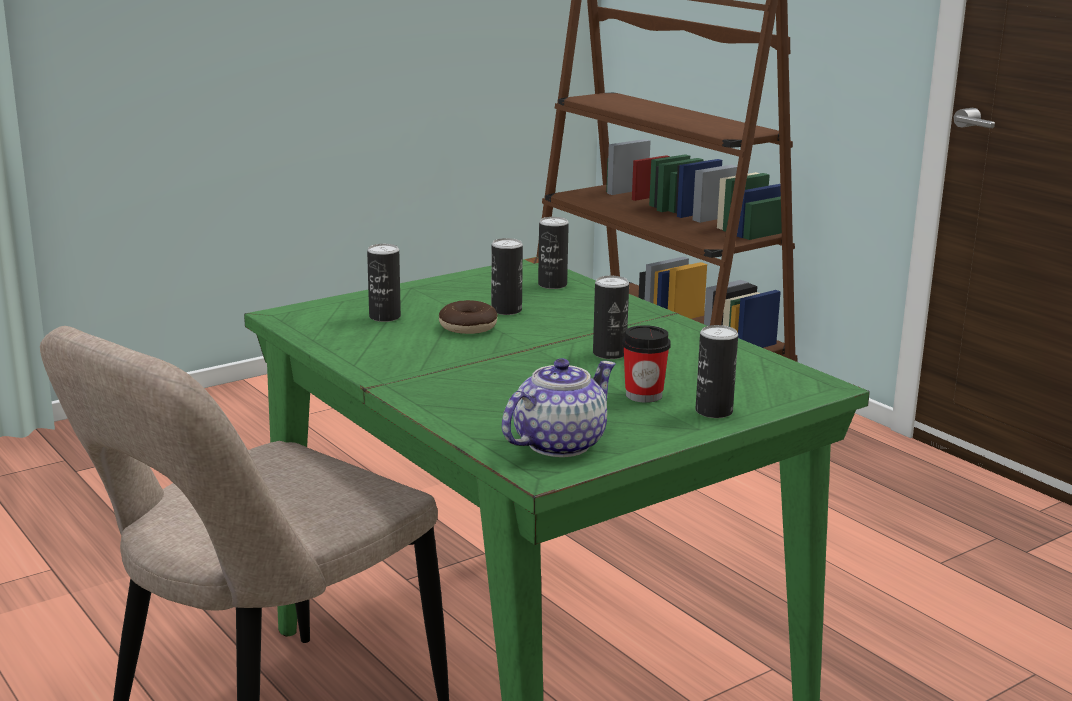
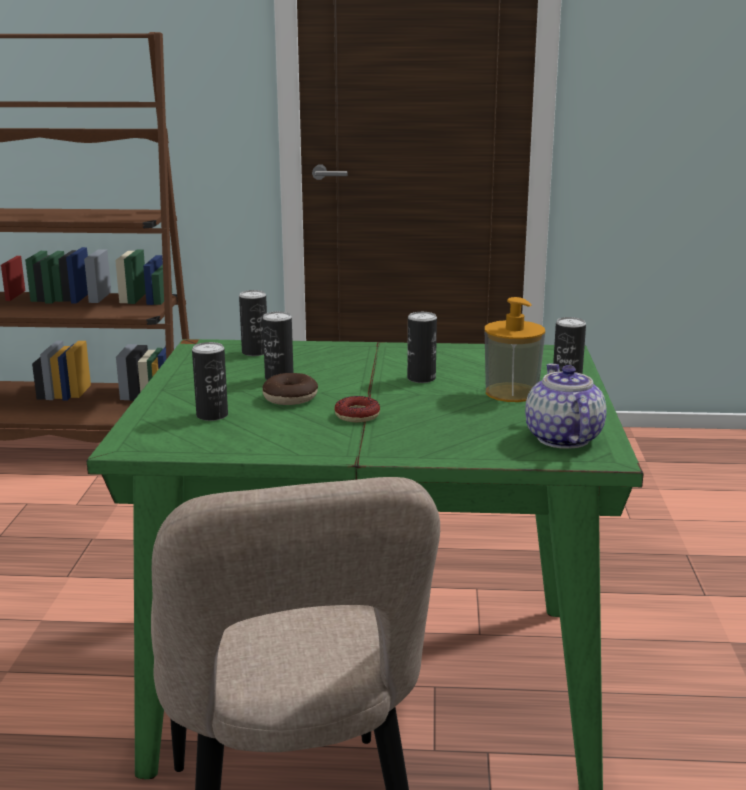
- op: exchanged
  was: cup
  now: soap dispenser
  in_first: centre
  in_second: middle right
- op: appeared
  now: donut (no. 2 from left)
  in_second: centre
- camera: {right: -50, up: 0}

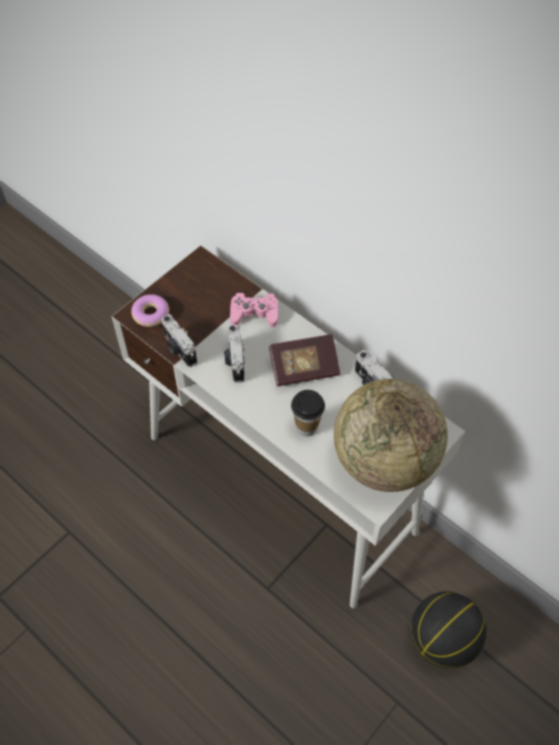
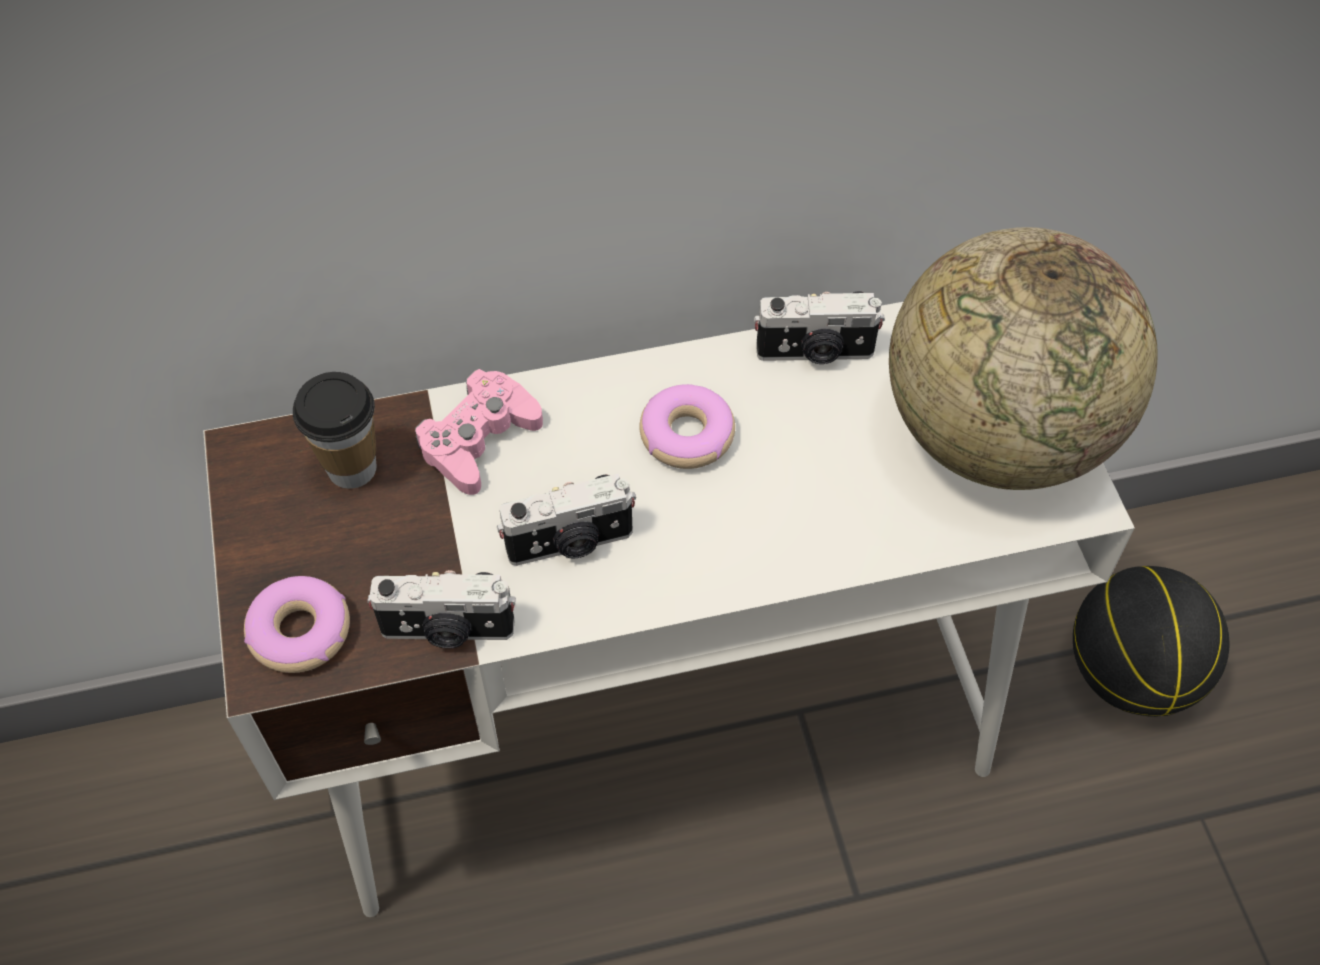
- op: spun
  was: photo camera (no. 2 from left)
  in_first: centre
  in_second: centre
  clockwise: -45
- op: exchanged
  was: book
  now: donut (no. 2 from left)
  in_first: centre
  in_second: centre
- op: relocated
  was: cup
  in_first: centre
  in_second: middle left
- camera: {right: -55, up: 0}

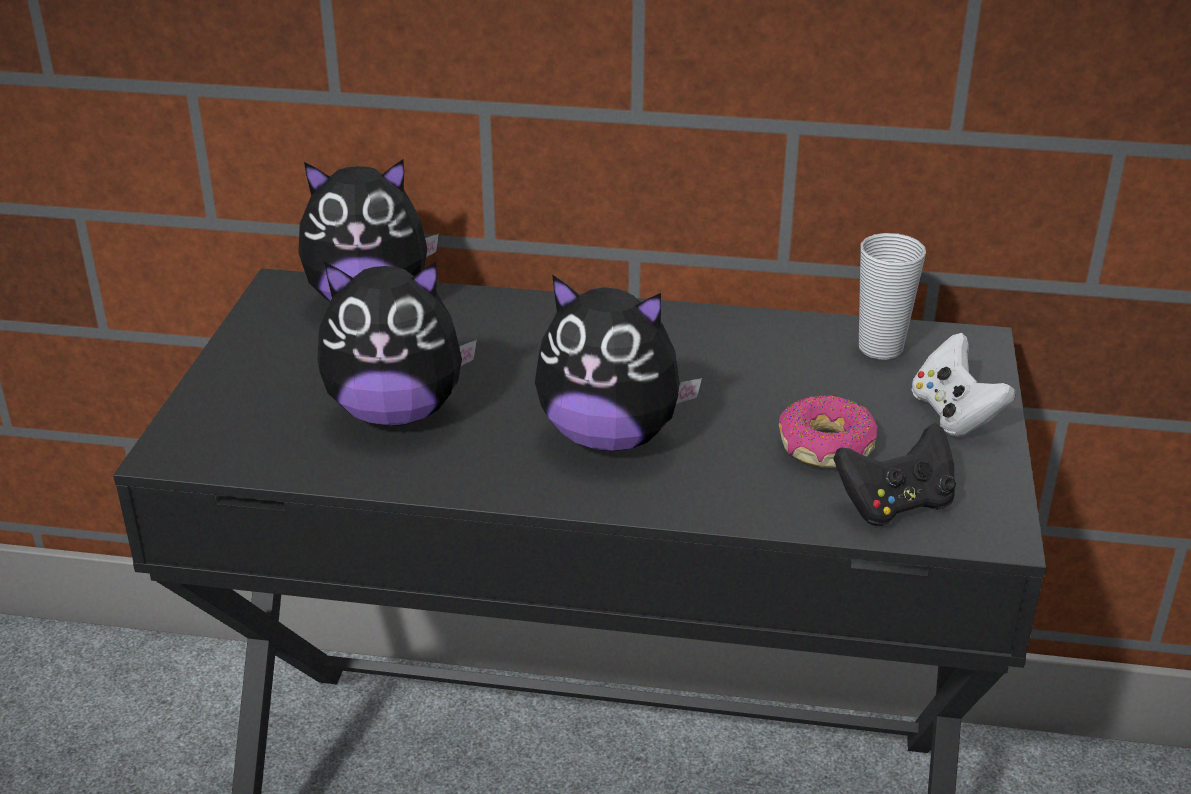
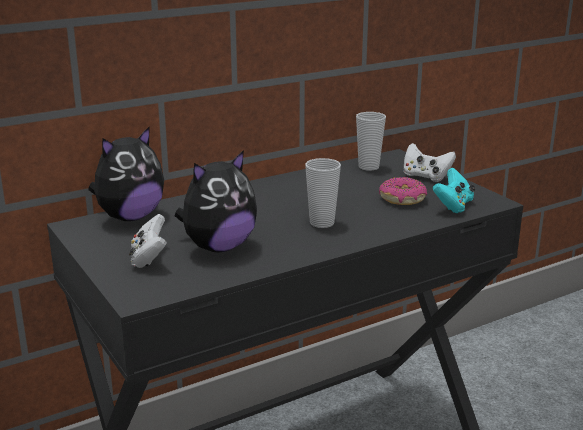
- op: exchanged
  was: plush toy (no. 3 from left)
  now: cup (no. 1 from left)
  in_first: centre
  in_second: centre
- op: colour
  was: game controller in black
  now: game controller in turquoise
  in_first: middle right
  in_second: middle right
- op: appeared
  now: game controller in white (no. 1 from left)
  in_second: middle left
- camera: {right: -40, up: -10}

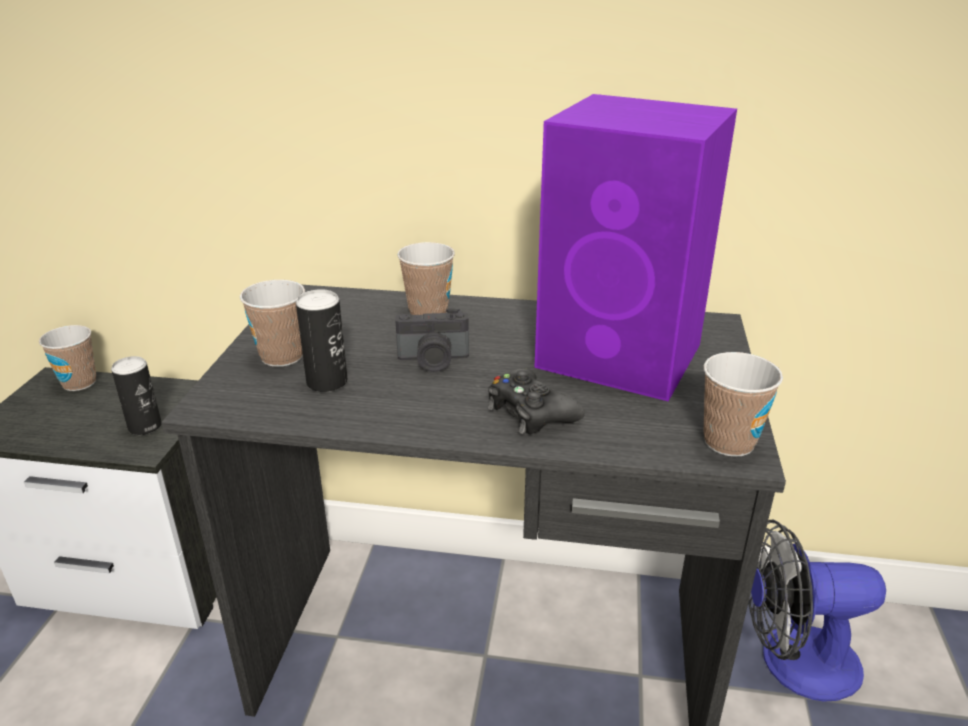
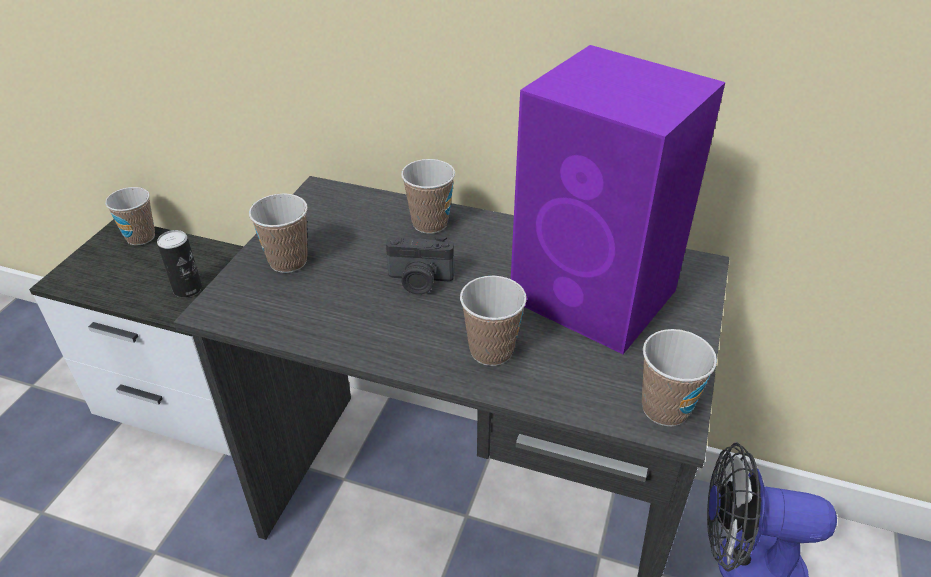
- op: missing
  was: can (no. 2 from left)
  in_first: middle left
- op: exchanged
  was: game controller in black
  now: cup (no. 4 from left)
  in_first: centre
  in_second: centre
- camera: {right: 10, up: 10}

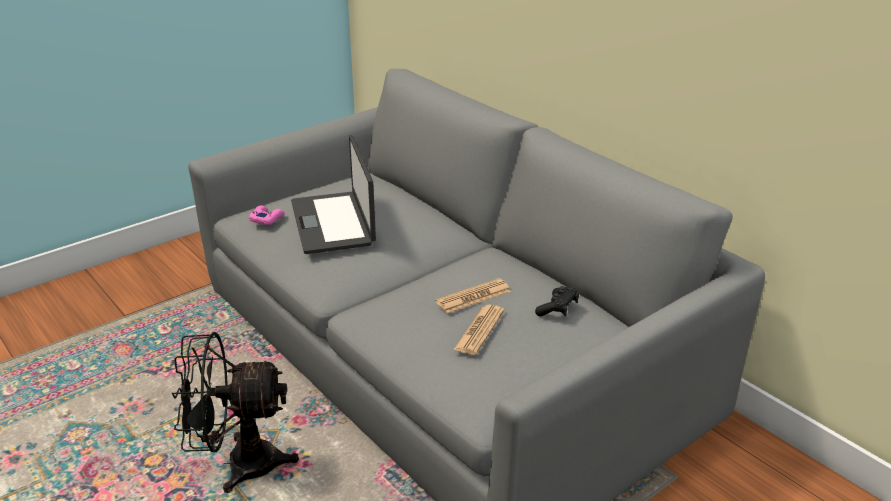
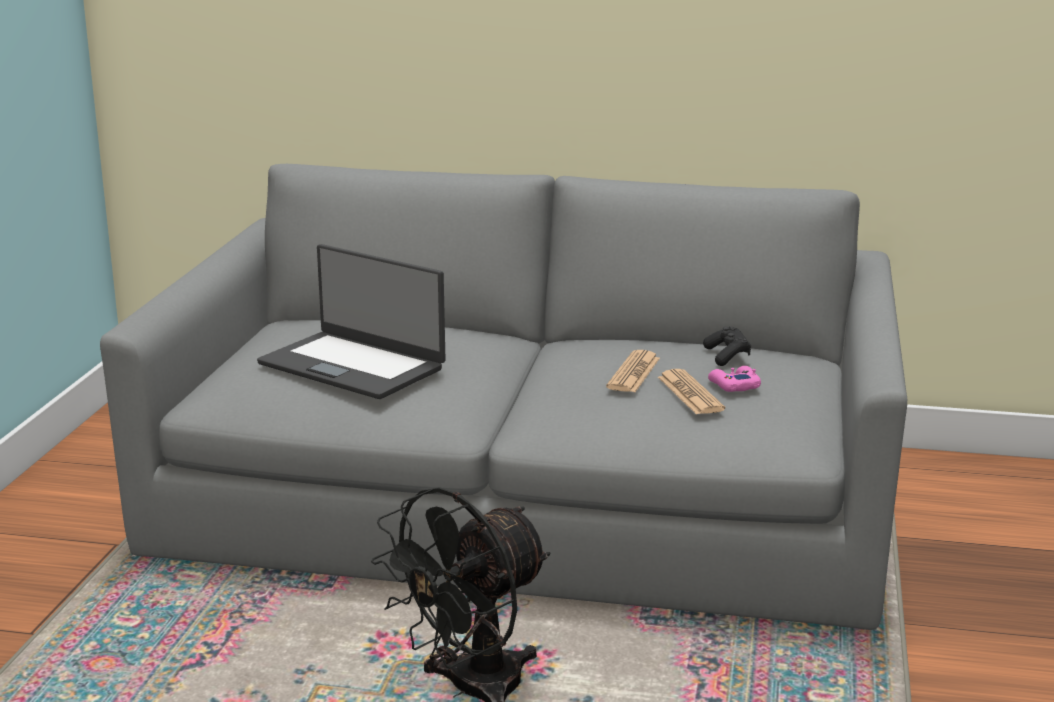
- op: relocated
  was: game controller in pink
  in_first: middle left
  in_second: middle right
- camera: {right: -40, up: -10}

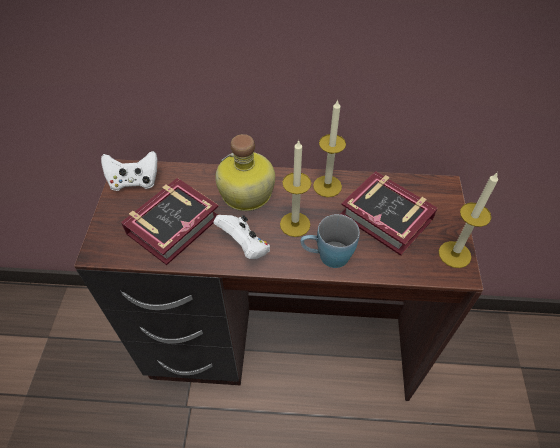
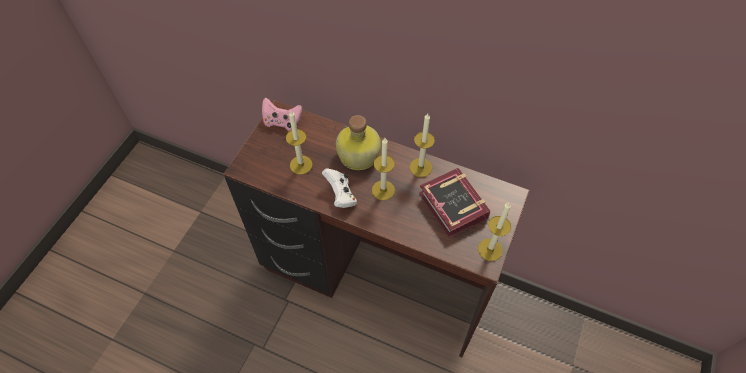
- op: colour
  was: game controller in white (no. 1 from left)
  now: game controller in pink
  in_first: middle left
  in_second: top centre
- op: exchanged
  was: book (no. 1 from left)
  now: candle (no. 1 from left)
  in_first: middle left
  in_second: centre
- op: missing
  was: mug in blue
  in_first: centre
- camera: {right: 20, up: 5}

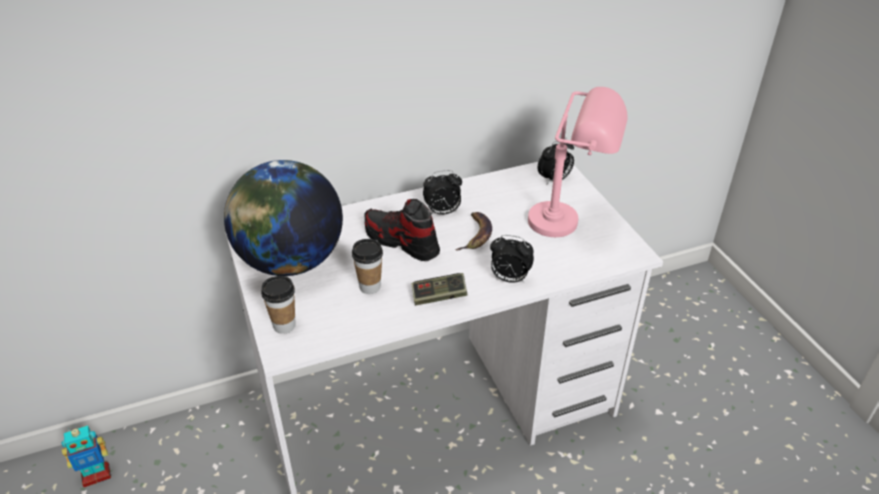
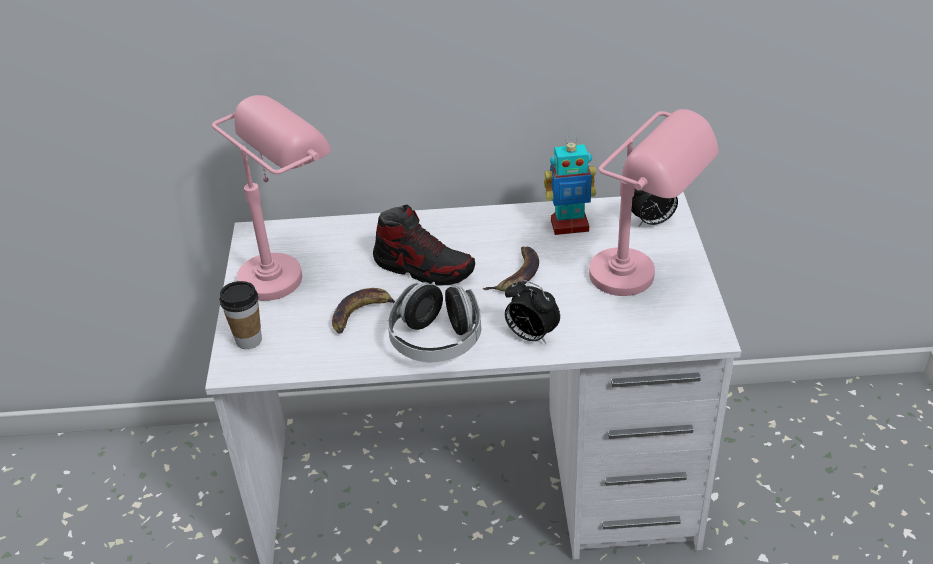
- op: relocated
  was: toy robot
  in_first: bottom left
  in_second: top centre
- op: exchanged
  was: globe
  now: table lamp in pink (no. 1 from left)
  in_first: middle left
  in_second: middle left
- op: exchanged
  was: cup (no. 2 from left)
  now: banana (no. 1 from left)
  in_first: centre
  in_second: centre
- op: spun
  was: shoe
  in_first: centre
  in_second: centre
  clockwise: 150
- op: exchanged
  was: game controller
  now: headphones
  in_first: centre
  in_second: centre
- op: missing
  was: alarm clock (no. 1 from left)
  in_first: centre
- camera: {right: 20, up: 0}

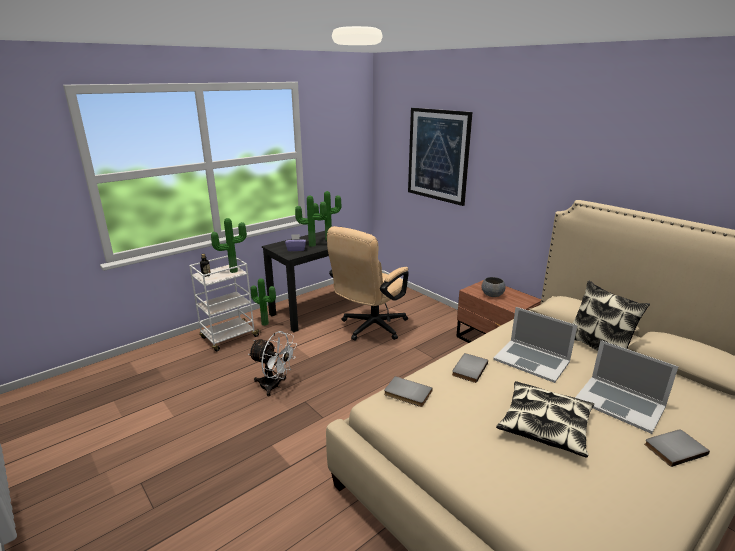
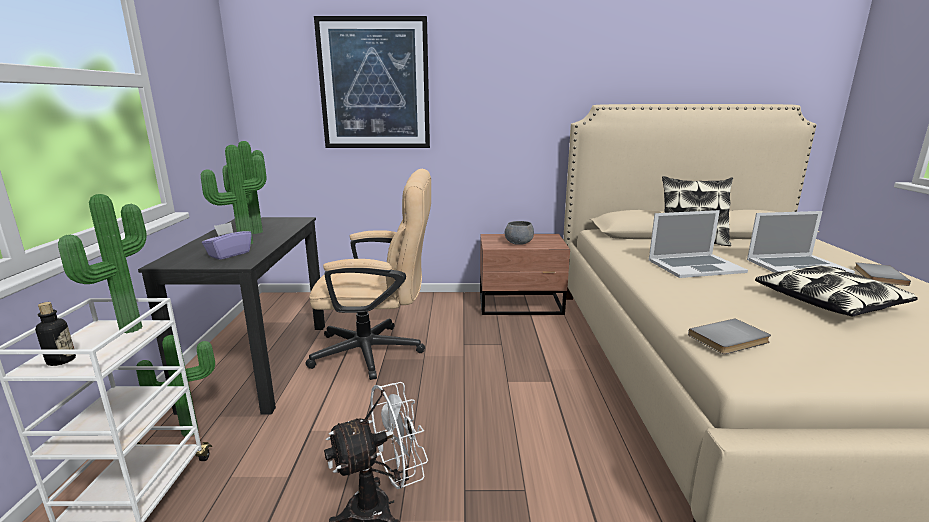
- op: spun
  was: office chair in beige
  in_first: centre
  in_second: centre
  clockwise: -75
- op: missing
  was: book in grey (no. 2 from left)
  in_first: bottom centre
- camera: {right: -50, up: -5}

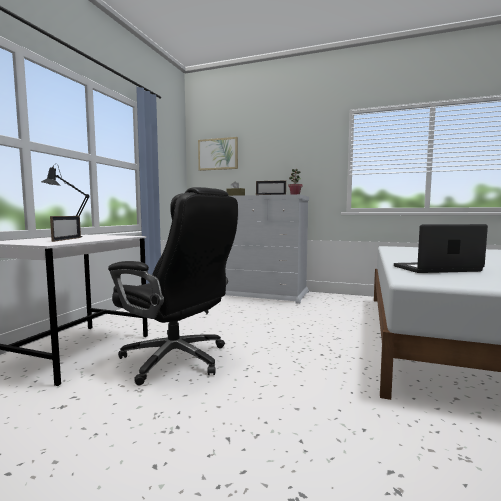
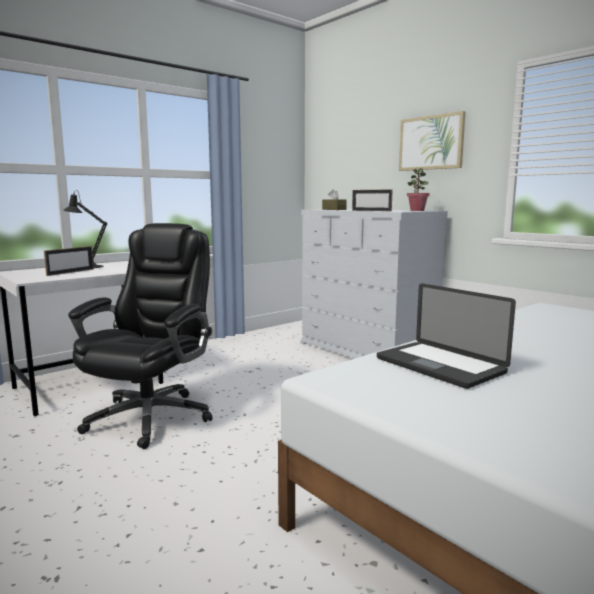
- op: spun
  was: office chair in black
  in_first: centre
  in_second: middle left
  clockwise: -135
- op: relocated
  was: picture
  in_first: top centre
  in_second: top right
- op: spun
  was: laptop
  in_first: middle right
  in_second: middle right
  clockwise: -150
- camera: {right: 30, up: 5}

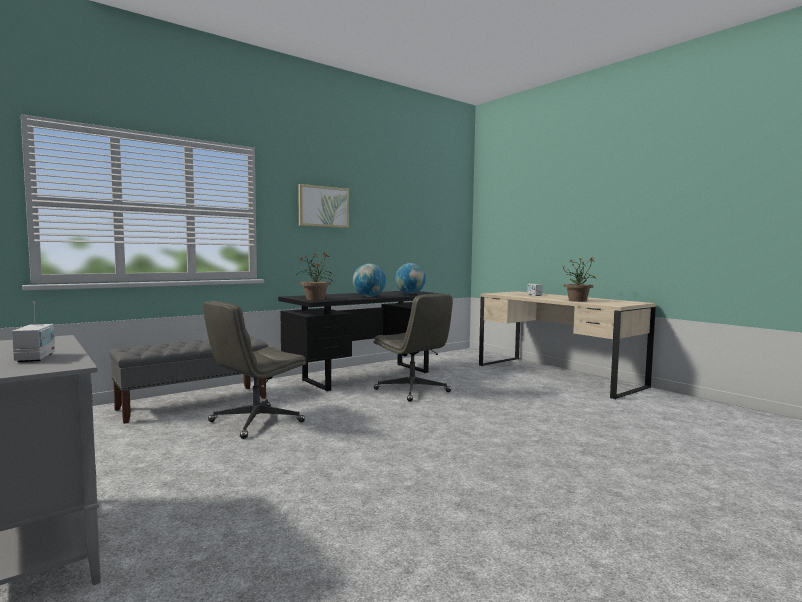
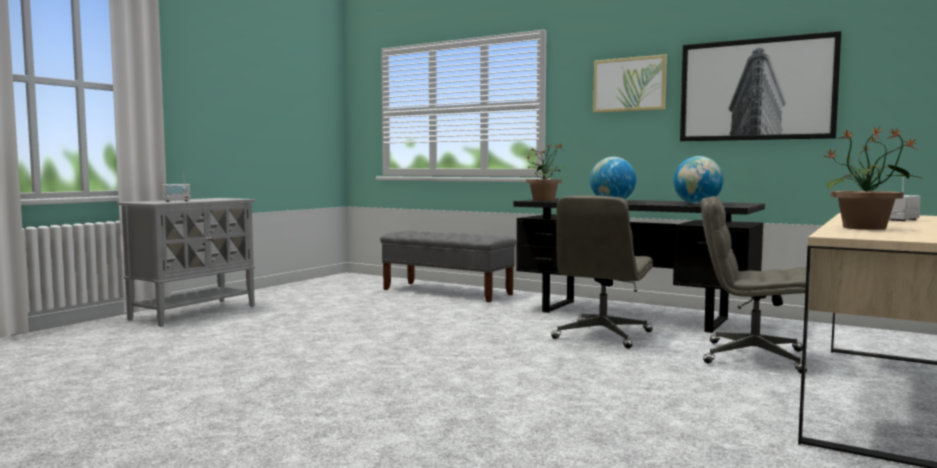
- op: relocated
  was: office chair in grey (no. 1 from left in the first image)
  now: office chair in grey (no. 2 from left)
  in_first: middle left
  in_second: middle right
- op: appeared
  now: picture (no. 2 from left)
  in_second: top right
- camera: {right: 70, up: 0}

